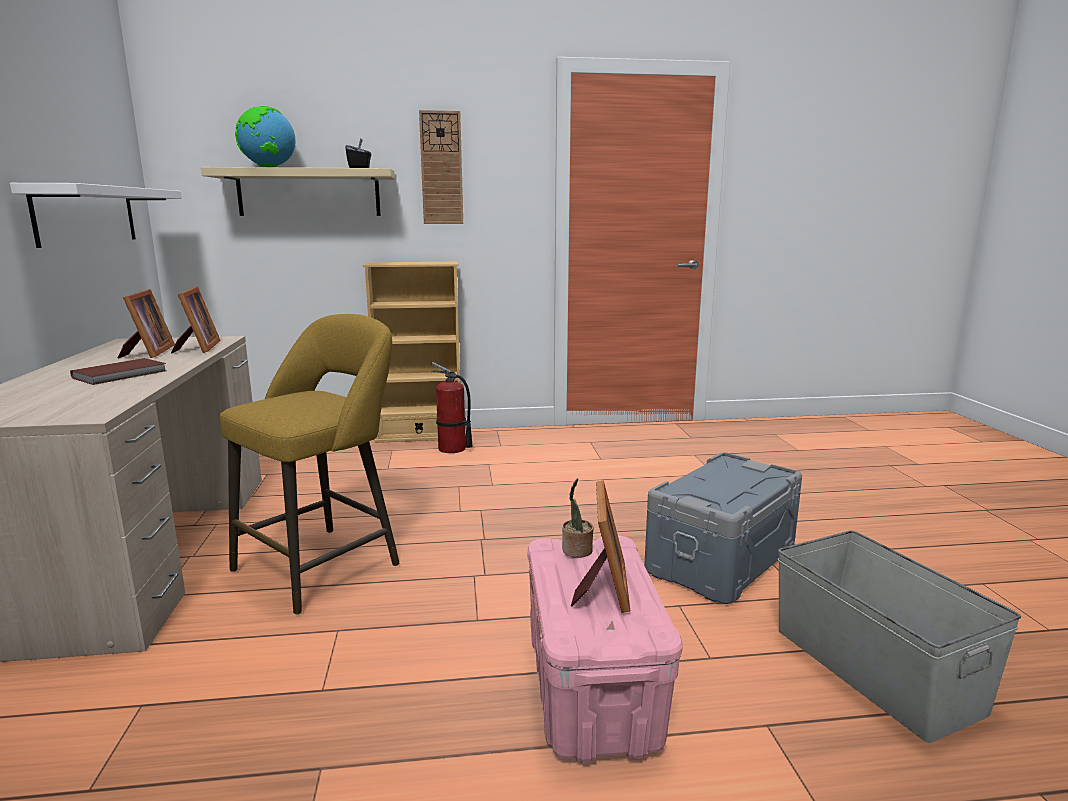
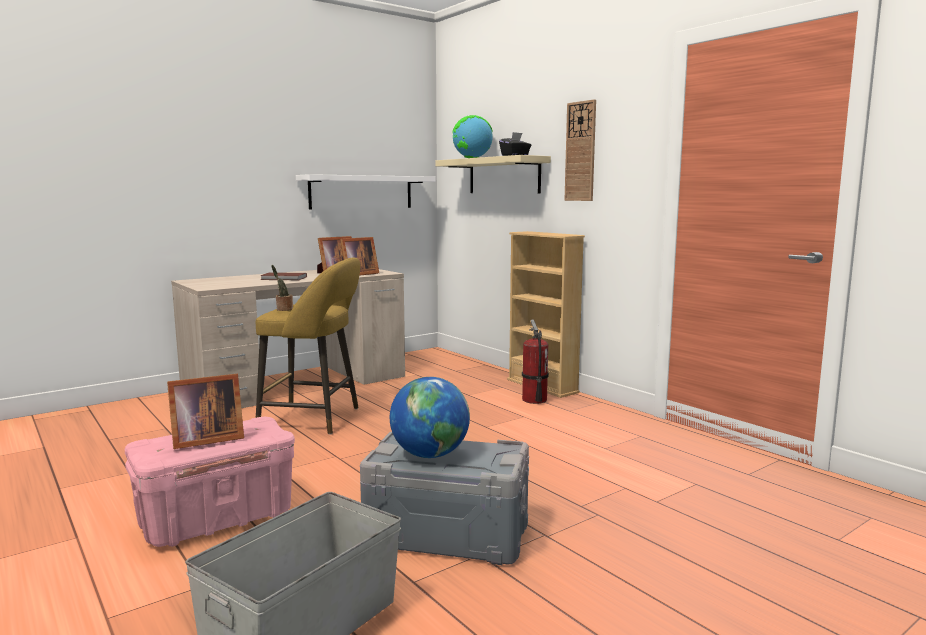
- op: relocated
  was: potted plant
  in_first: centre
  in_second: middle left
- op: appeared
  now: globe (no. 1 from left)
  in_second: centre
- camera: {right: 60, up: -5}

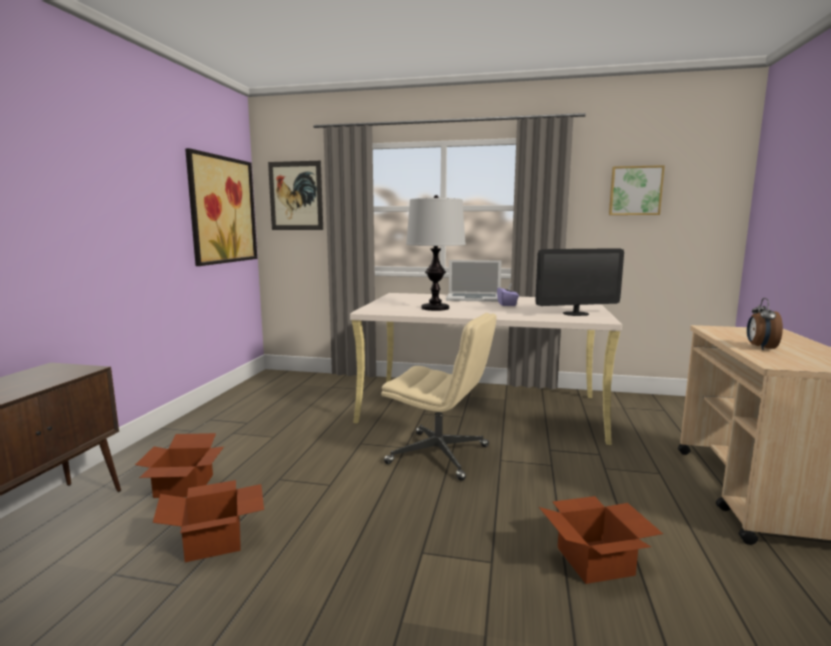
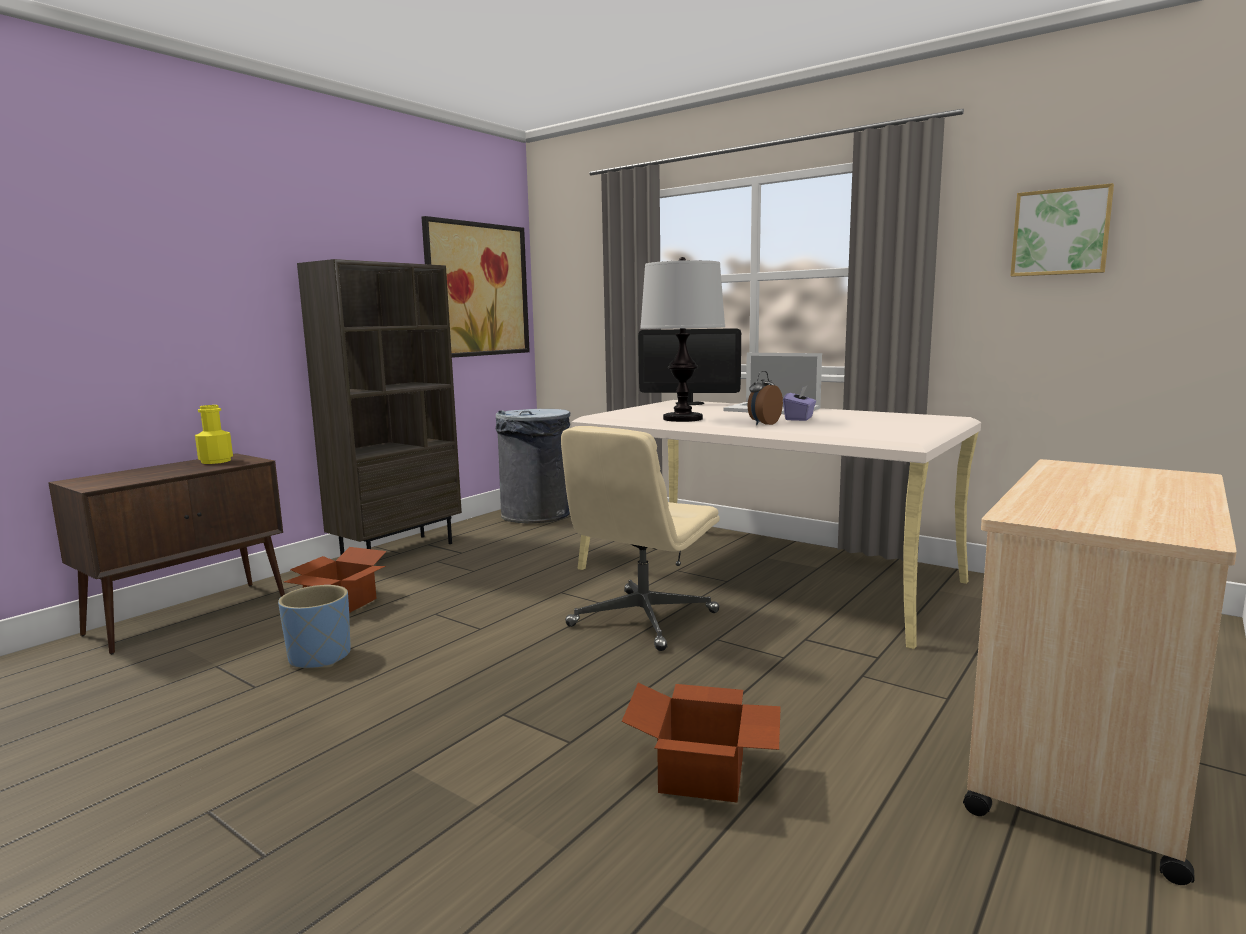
- op: exchanged
  was: cardboard box (no. 2 from left)
  now: planter in blue
  in_first: bottom left
  in_second: bottom left
- op: missing
  was: picture (no. 2 from left)
  in_first: top centre
- op: spun
  was: office chair in beige
  in_first: centre
  in_second: centre
  clockwise: 75
- op: relocated
  was: monitor
  in_first: middle right
  in_second: centre
- op: relocated
  was: alarm clock
  in_first: middle right
  in_second: centre
- op: appeared
  now: bottle in yellow
  in_second: middle left
- op: appeared
  now: bookcase in brown
  in_second: middle left
- op: appeared
  now: trash can in grey
  in_second: centre
- camera: {right: 25, up: 0}

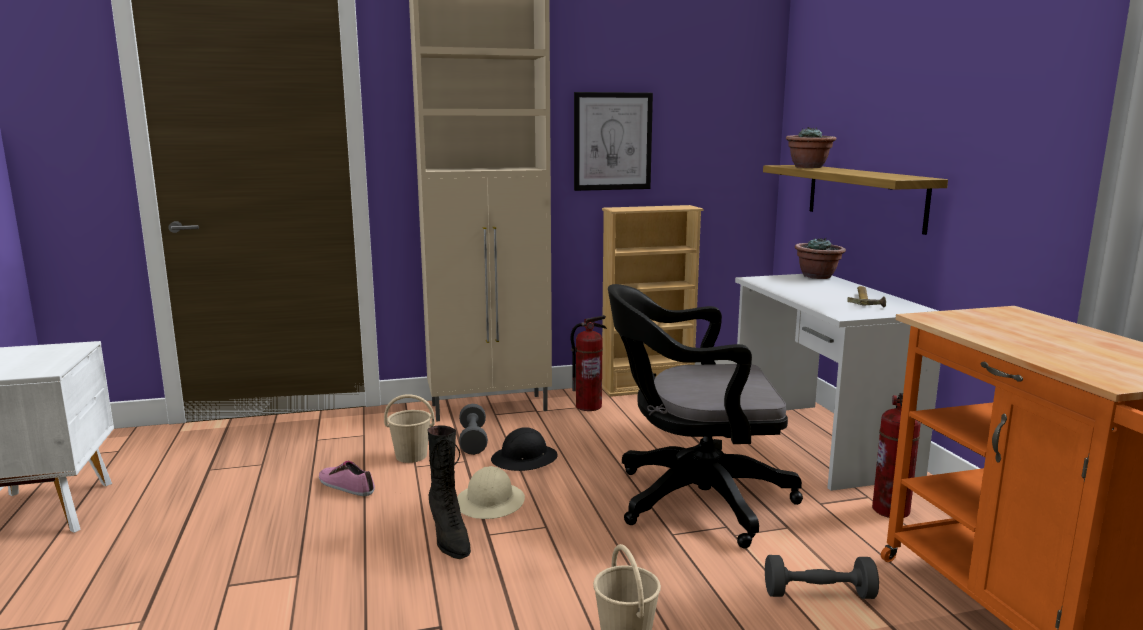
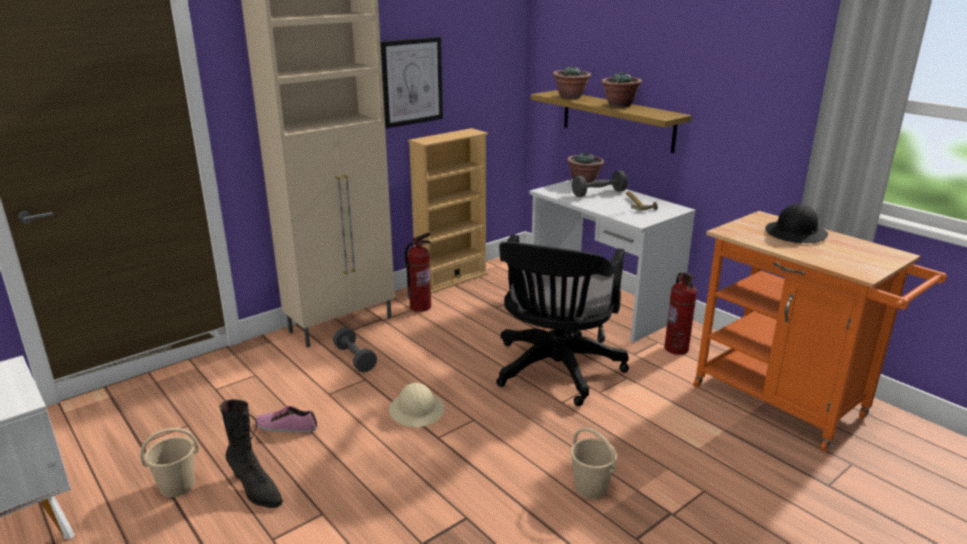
- op: relocated
  was: bucket in beige (no. 1 from left)
  in_first: bottom centre
  in_second: bottom left
- op: relocated
  was: boot in black
  in_first: bottom centre
  in_second: bottom left
- op: relocated
  was: hard hat in black
  in_first: bottom centre
  in_second: middle right
- op: spun
  was: office chair in black
  in_first: centre
  in_second: centre
  clockwise: -45
- op: relocated
  was: dumbbell in grey (no. 2 from left)
  in_first: bottom right
  in_second: centre
- op: appeared
  now: potted plant (no. 3 from left)
  in_second: top centre
- camera: {right: -25, up: 10}

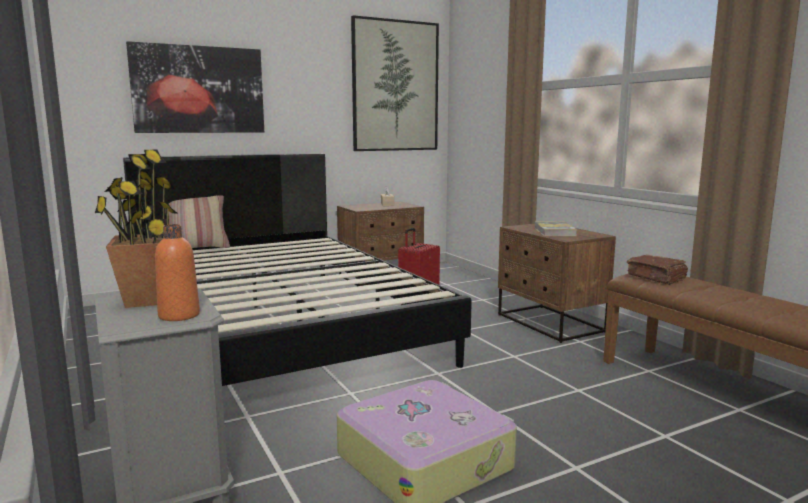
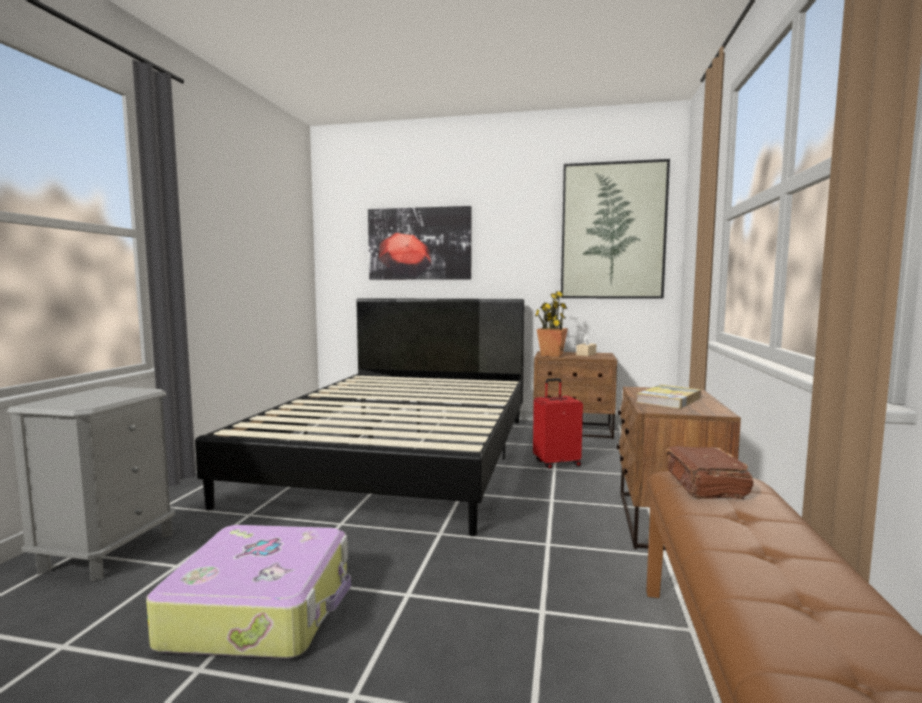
- op: relocated
  was: potted plant
  in_first: middle left
  in_second: centre
- op: missing
  was: bottle in orange
  in_first: middle left
- op: missing
  was: pillow
  in_first: middle left
- camera: {right: 40, up: -5}

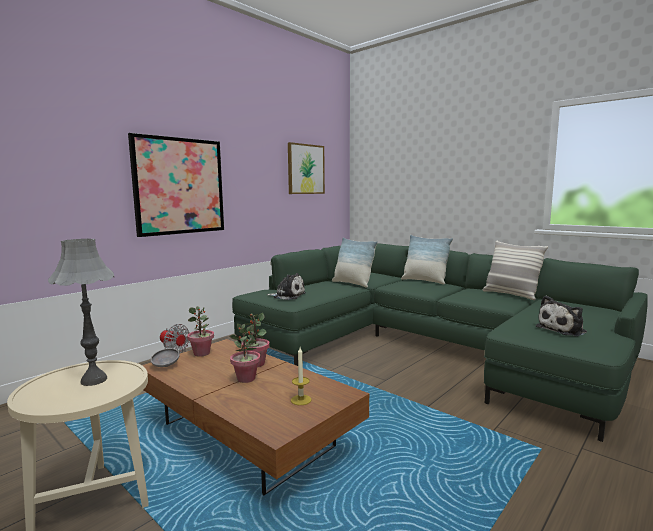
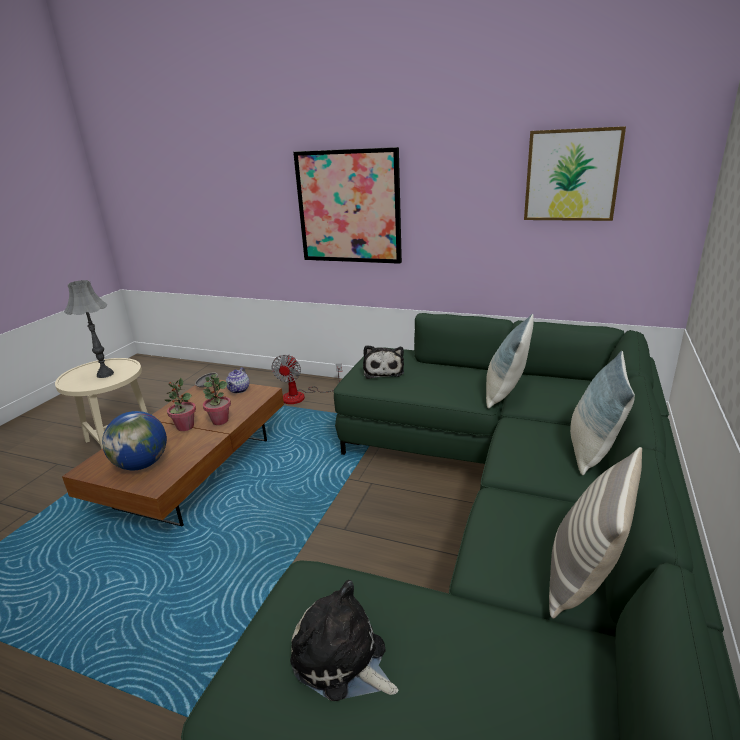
- op: exchanged
  was: potted plant (no. 1 from left)
  now: teapot
  in_first: middle left
  in_second: middle left
- op: exchanged
  was: candle
  now: globe
  in_first: bottom centre
  in_second: middle left
- camera: {right: 70, up: 15}

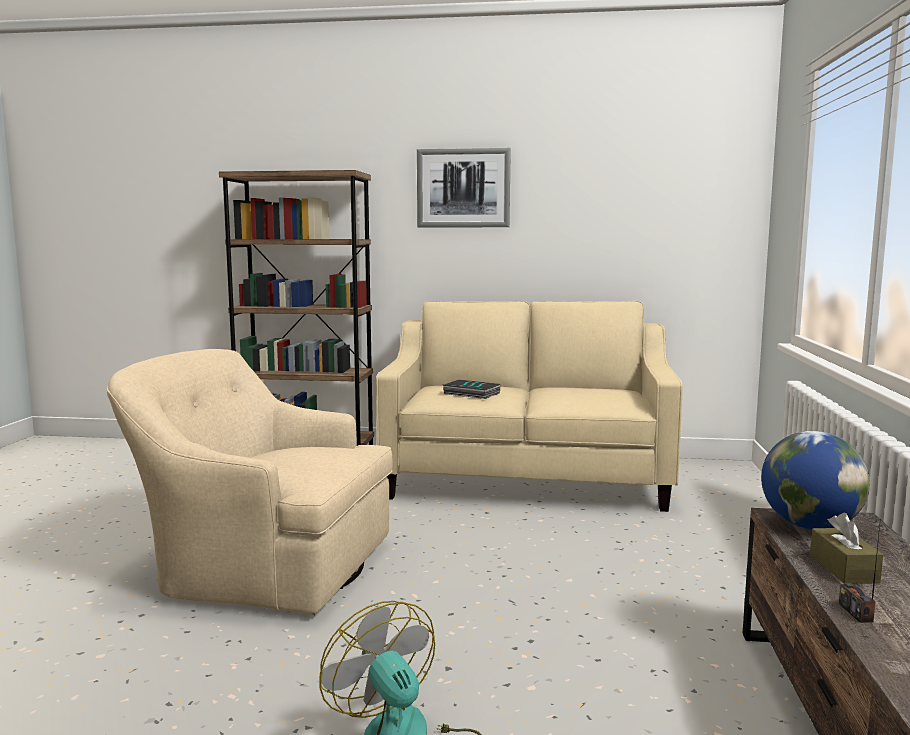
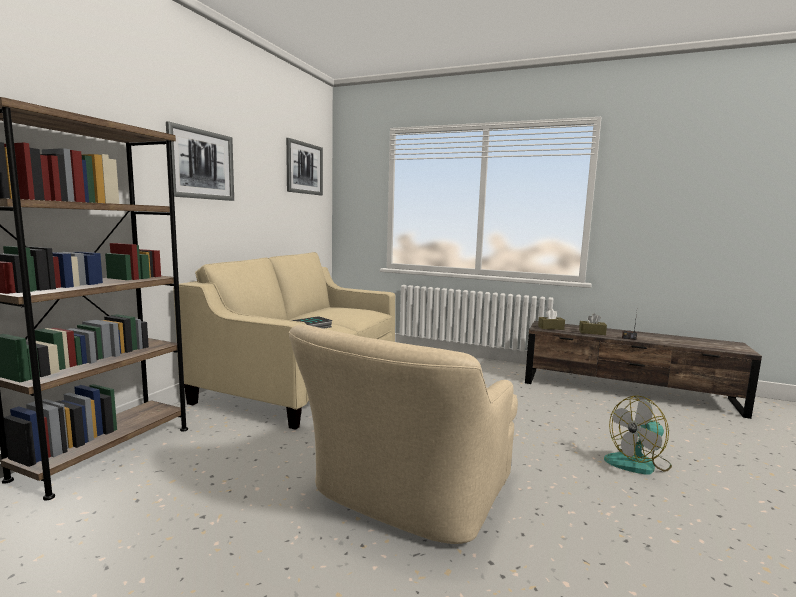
- op: exchanged
  was: globe
  now: tissue box in brown (no. 1 from left)
  in_first: middle right
  in_second: middle right
- op: appeared
  now: picture (no. 2 from left)
  in_second: top centre
- camera: {right: -75, up: 0}

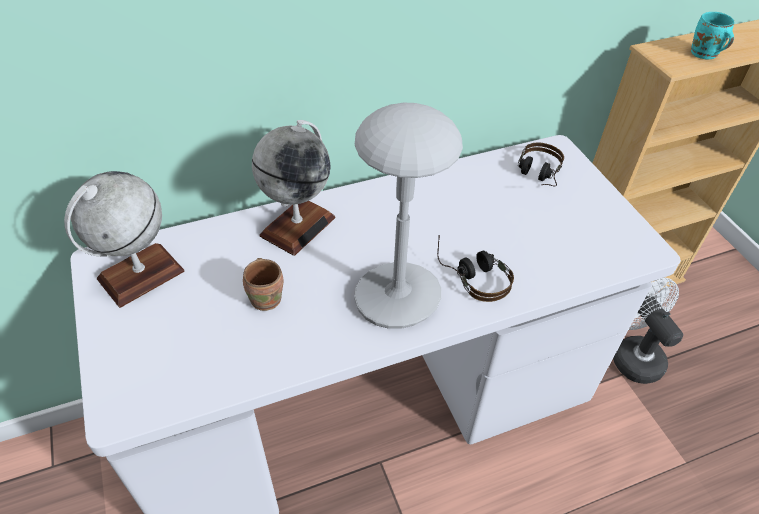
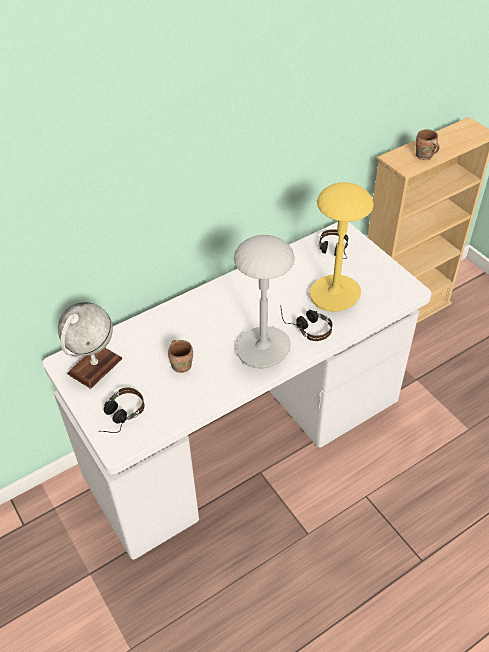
- op: missing
  was: globe (no. 2 from left)
  in_first: centre
- op: missing
  was: fan in white
  in_first: middle right
- op: colour
  was: mug in turquoise
  now: mug in brown (no. 2 from left)
  in_first: top right
  in_second: top right
- op: appeared
  now: headphones (no. 1 from left)
  in_second: middle left
- op: appeared
  now: table lamp in yellow
  in_second: middle right
- camera: {right: -10, up: 0}

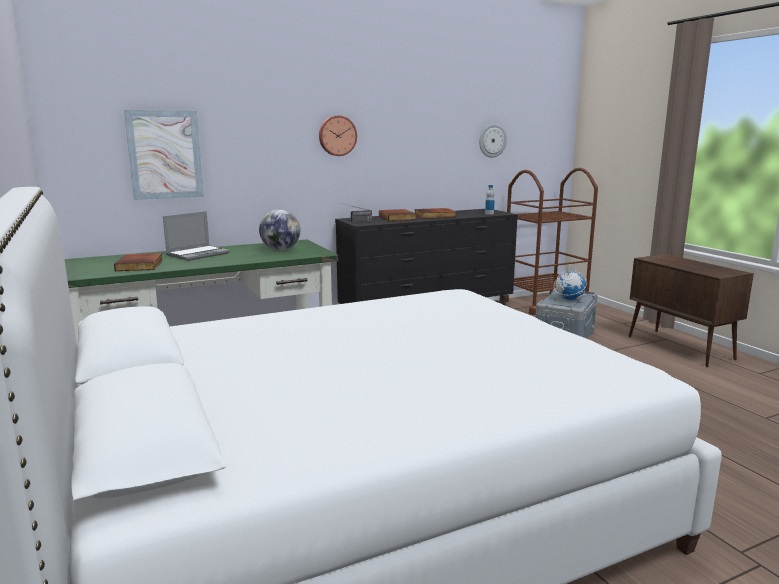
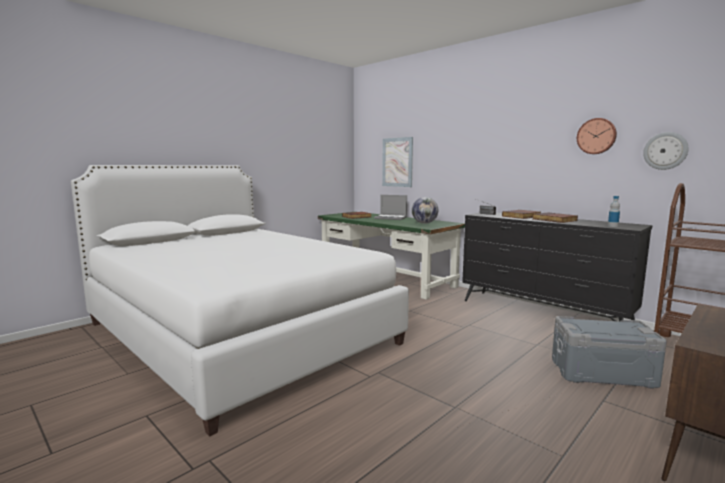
- op: relocated
  was: wall clock (no. 1 from left)
  in_first: top centre
  in_second: top right
- op: missing
  was: globe (no. 2 from left)
  in_first: middle right
- camera: {right: 70, up: -5}

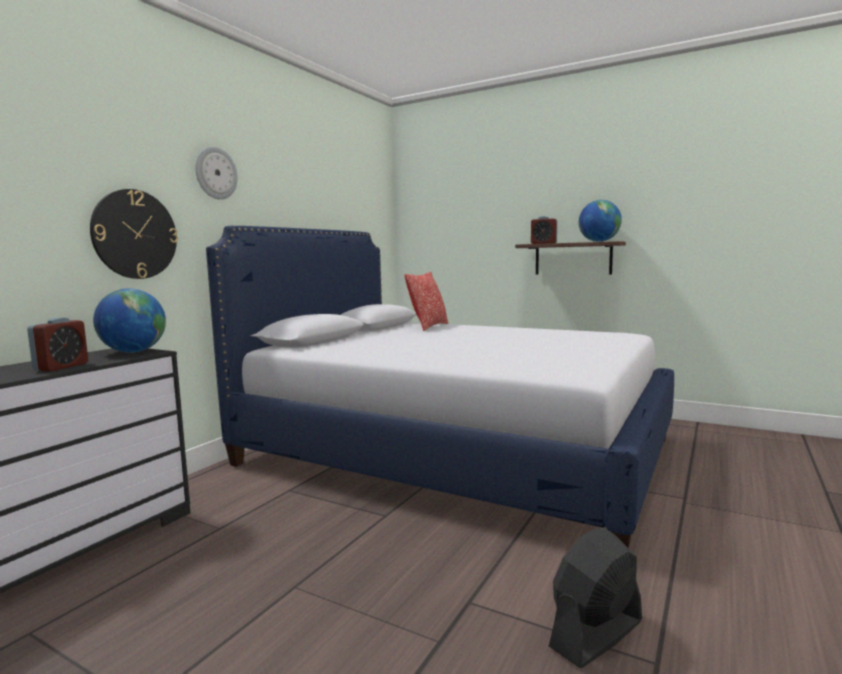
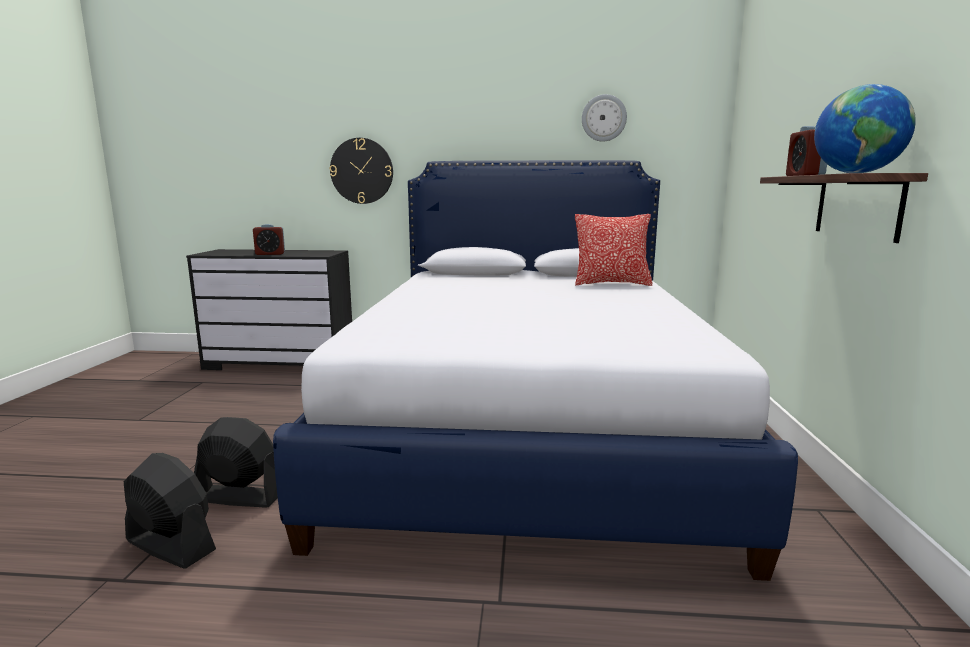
- op: missing
  was: globe (no. 1 from left)
  in_first: middle left
- op: relocated
  was: wall clock (no. 2 from left)
  in_first: top left
  in_second: top centre
- op: appeared
  now: fan in black (no. 2 from left)
  in_second: bottom left
- camera: {right: 65, up: 5}

